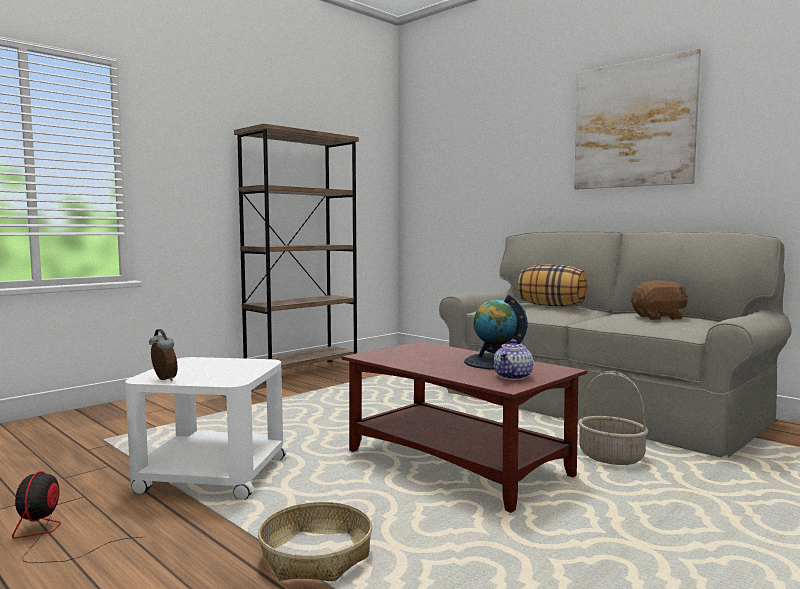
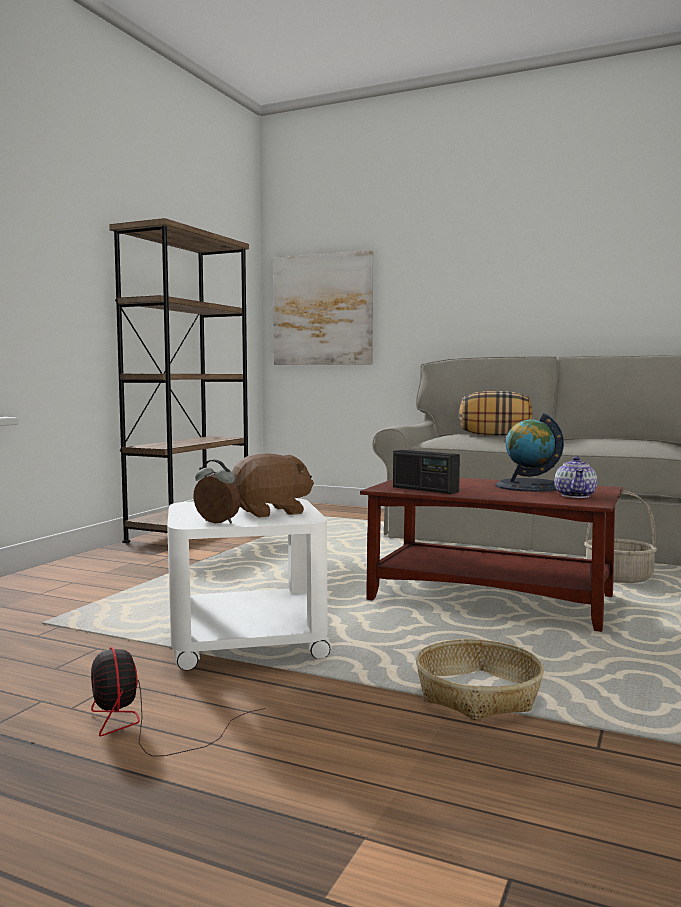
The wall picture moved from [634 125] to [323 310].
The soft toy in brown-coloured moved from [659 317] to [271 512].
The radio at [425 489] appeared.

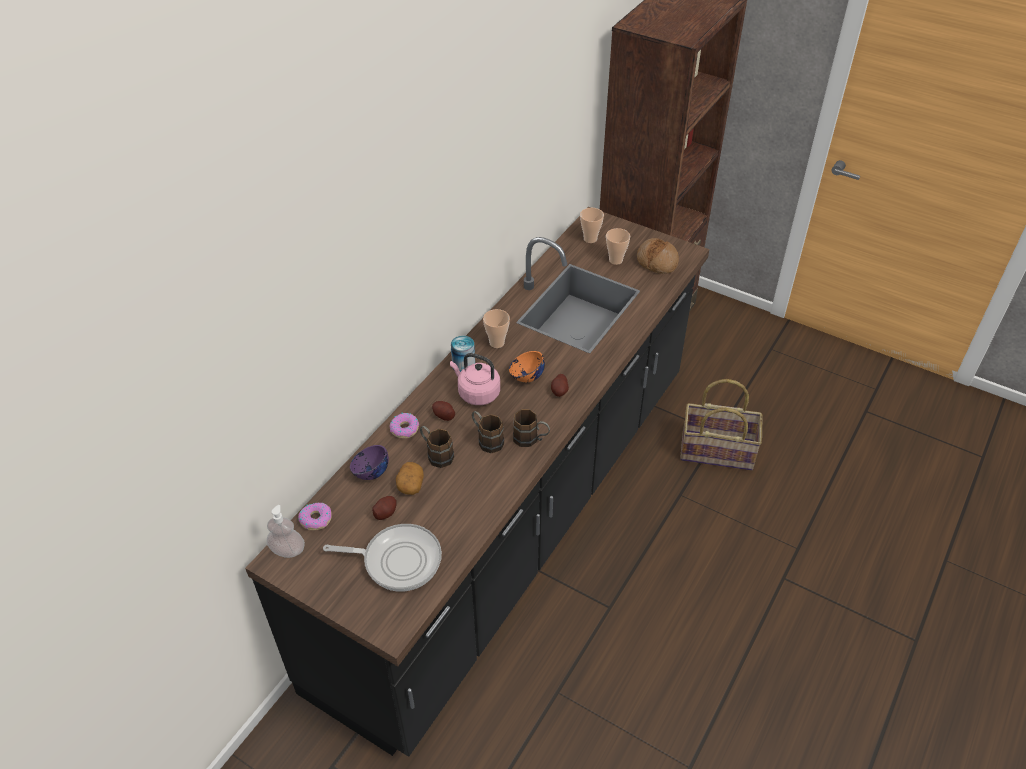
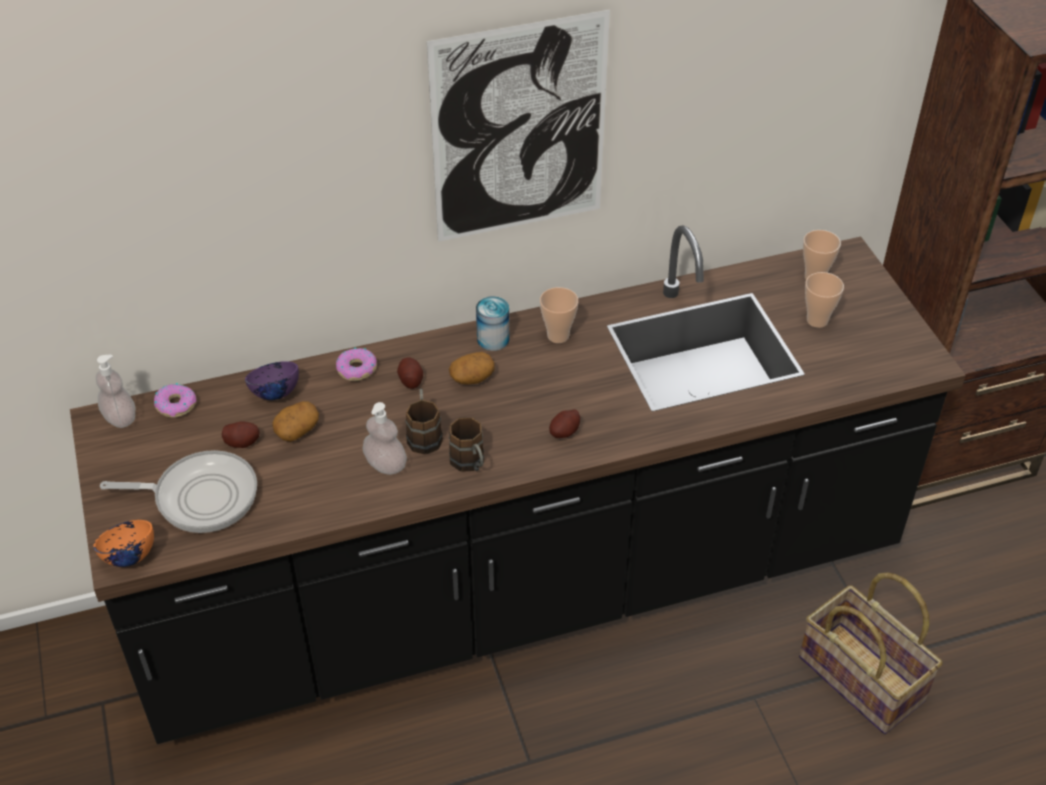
The bread at [657 261] disappeared.
The deep dish in orangey moved from [526 376] to [129 555].
The water kettle in pink at [477 393] was replaced by the potato at [472 378].
The mug in brown-coloured at [436 454] disappeared.
The skillet at [397 560] turned 45 degrees counterclockwise.
The wall picture at [519 130] appeared.
The soap dispenser at [385 465] appeared.

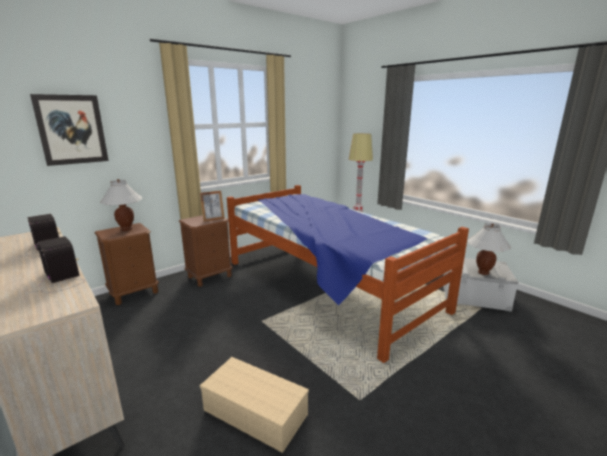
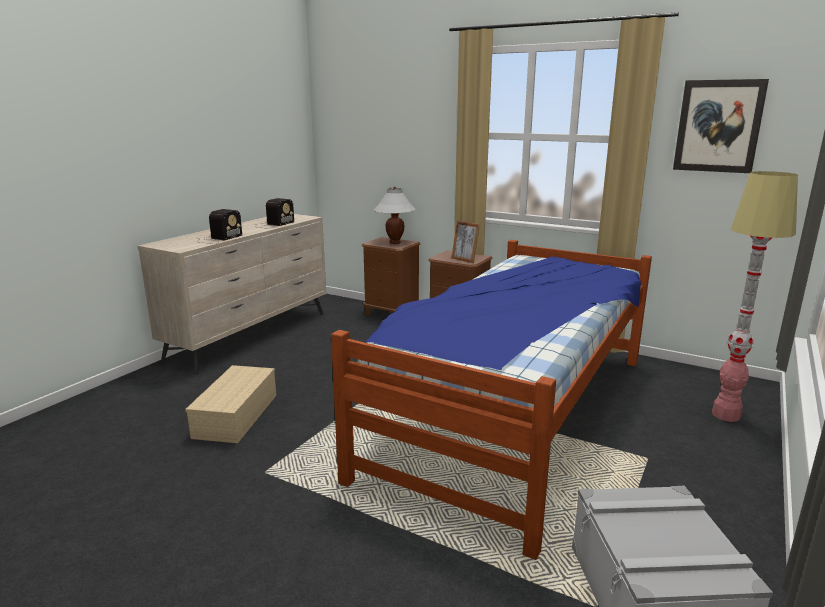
The wall picture moved from [72 129] to [718 126].
The table lamp in white-coloured at [483 272] disappeared.

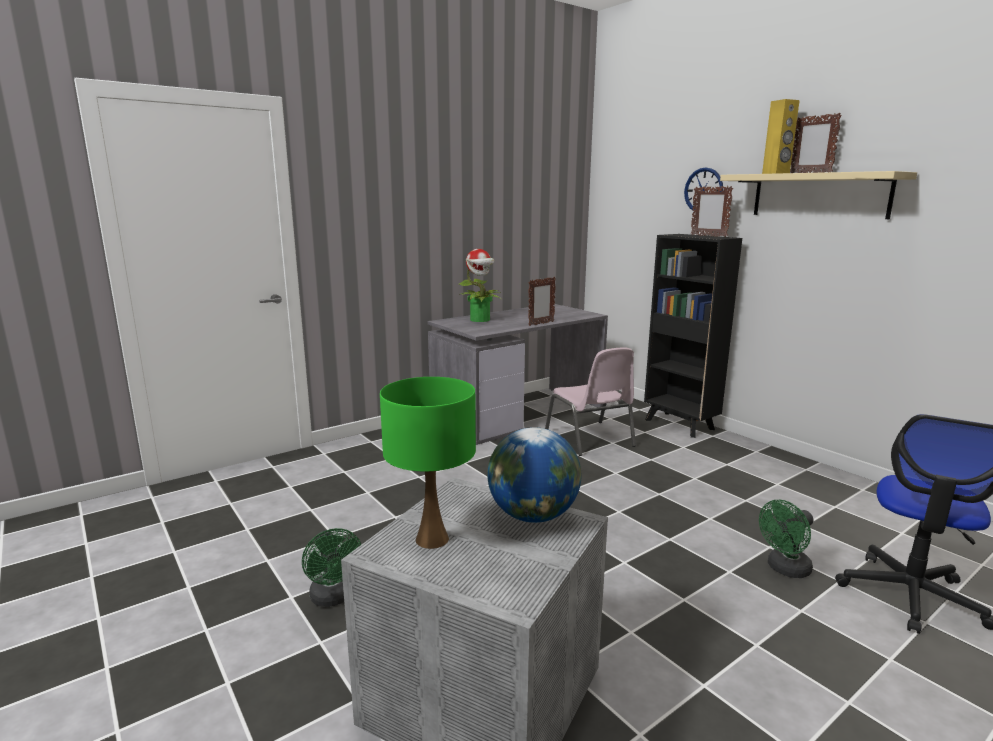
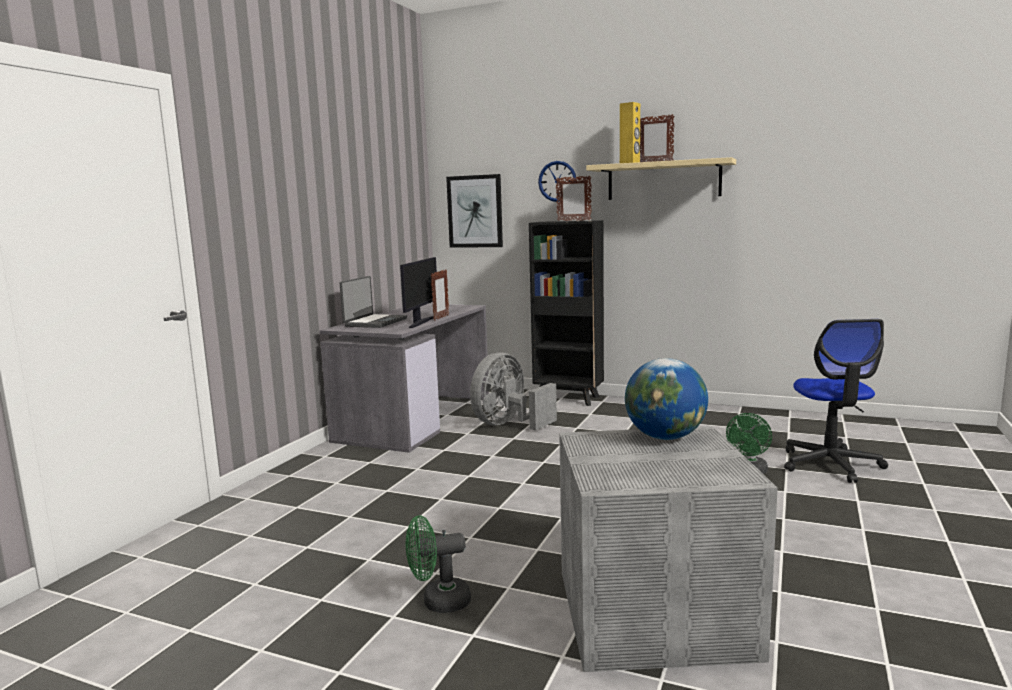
The potted plant at [480 320] was replaced by the portable computer at [374 322].
The upright chair in pink at [590 439] was replaced by the fan in gray at [508 424].
The table lamp in greenish at [432 539] disappeared.
The fan in greenish at [334 598] turned 135 degrees clockwise.
The wall picture at [475 211] appeared.
The computer screen at [420 322] appeared.

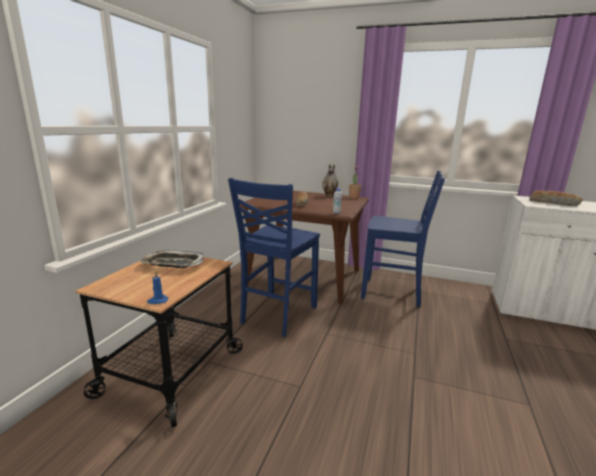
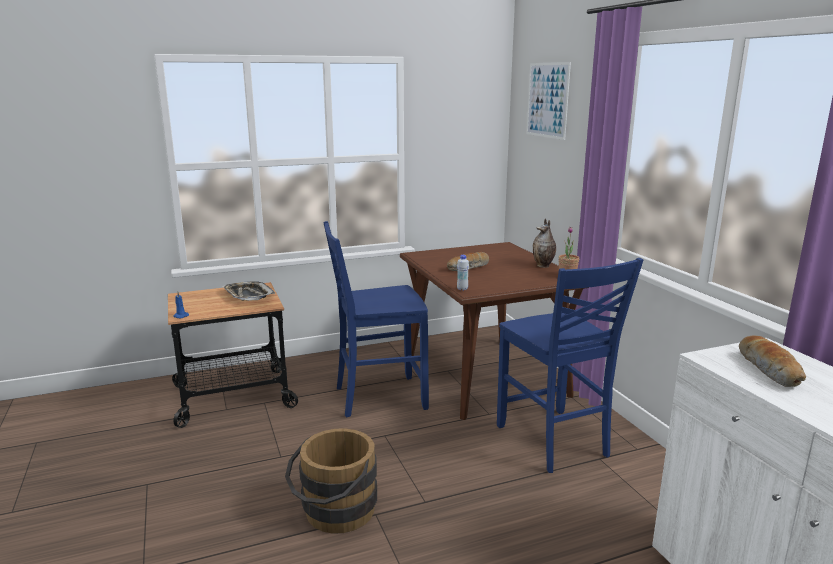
The wall picture at [547 100] appeared.
The pail in brown-coloured at [334 514] appeared.

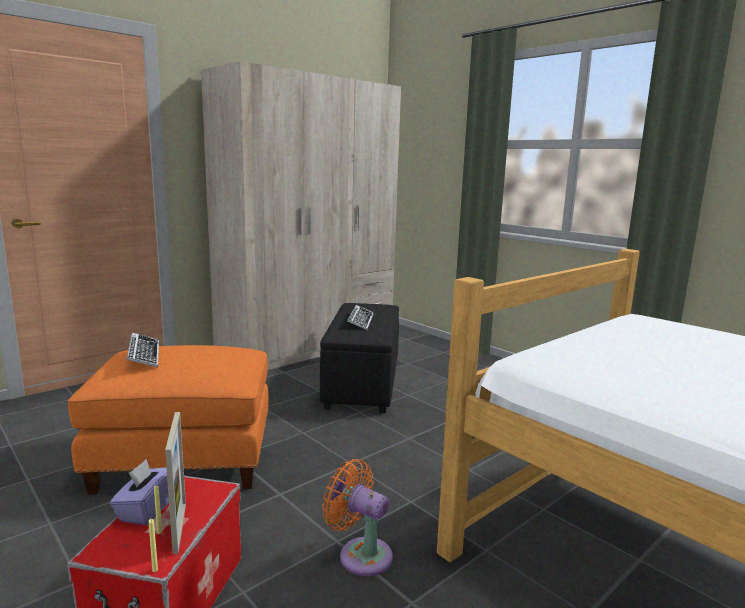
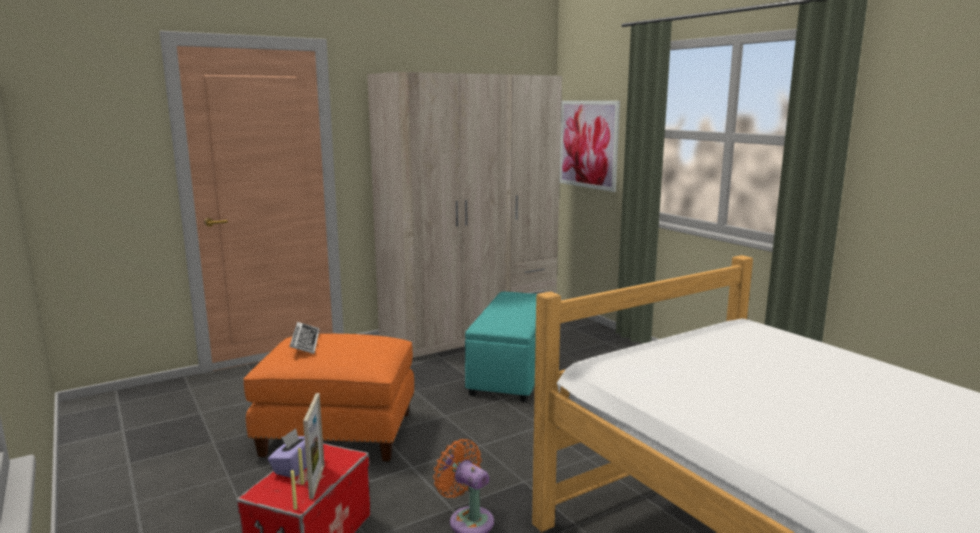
The ottoman in blackish at [362 382] became the ottoman in turquoise at [513 370].
The PC keyboard at [360 321] disappeared.
The wall picture at [588 144] appeared.

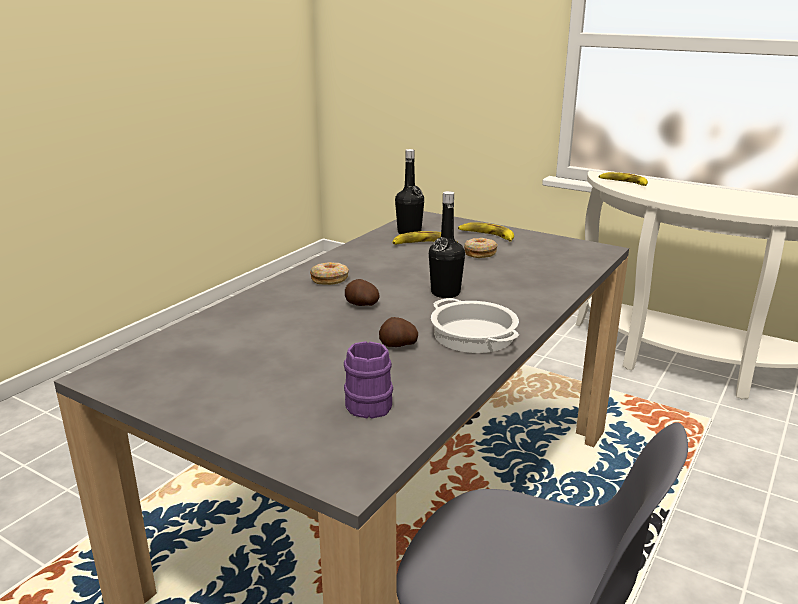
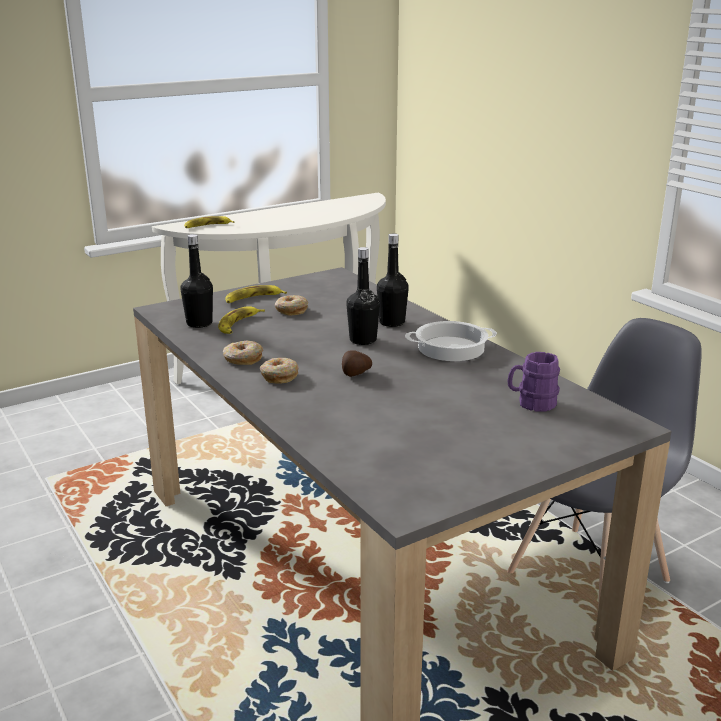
The potato at [398 345] disappeared.
The bottle in blackish at [392 322] appeared.
The donut at [243 359] appeared.

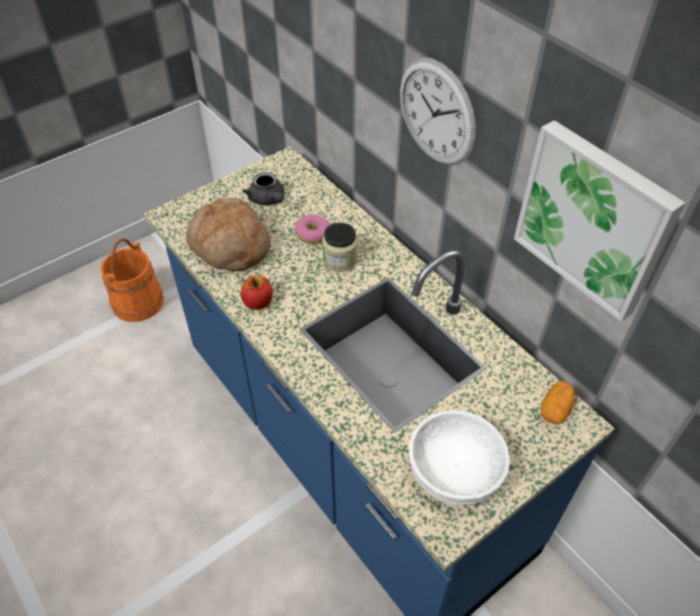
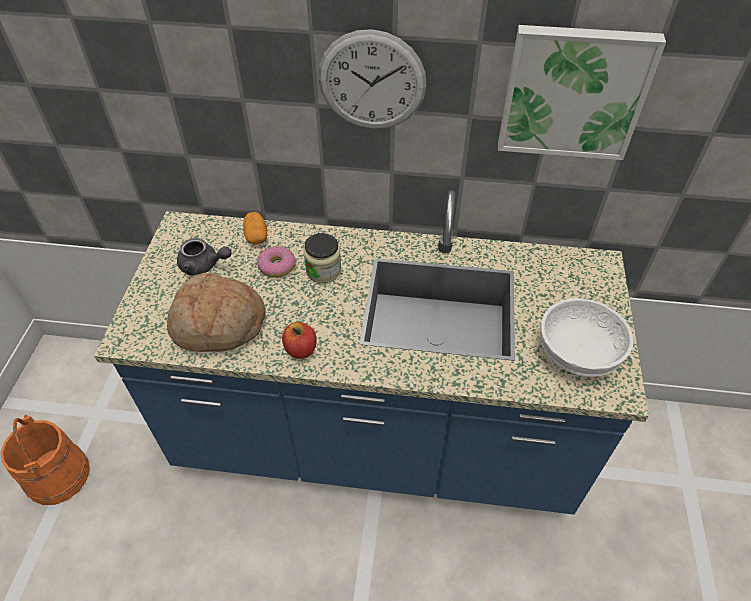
The potato moved from [555 409] to [256 236].

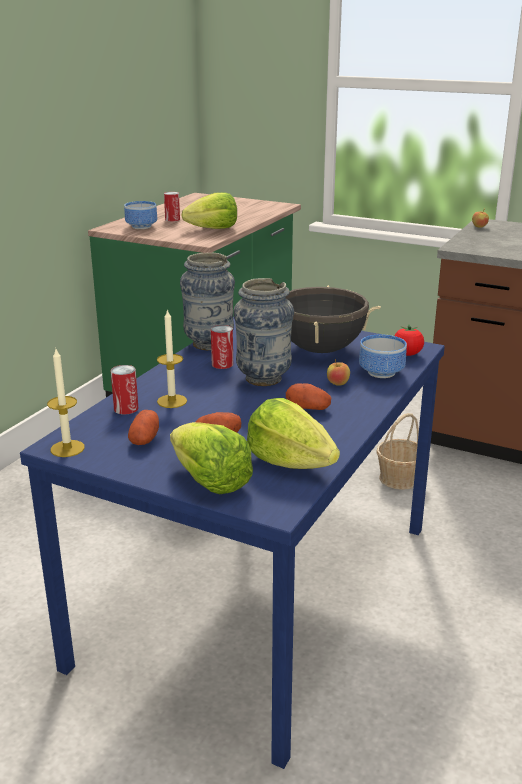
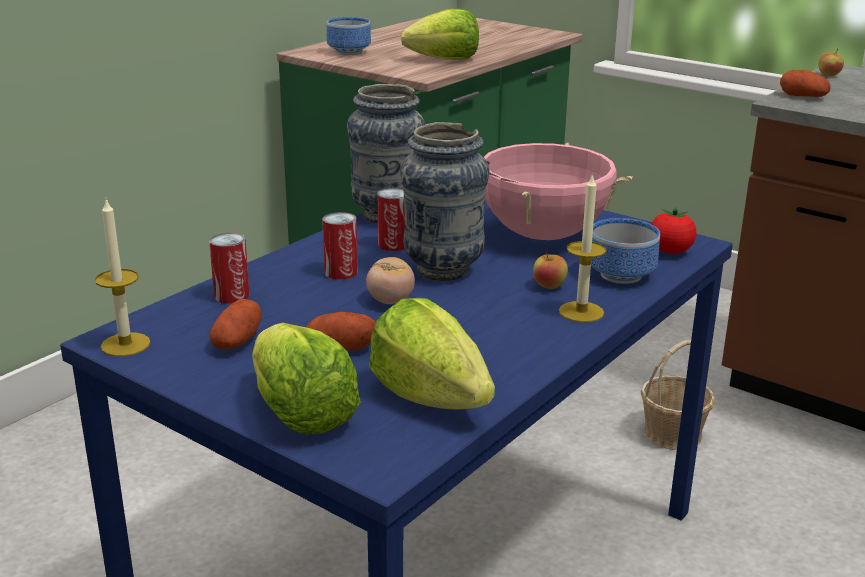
The metal can moved from [172 219] to [341 272].
The stockpot in blackish at [320 349] became the stockpot in pink at [543 235].
The candle moved from [172 401] to [581 312].
The potato moved from [308 408] to [803 96].
The whole tomato at [390 301] appeared.

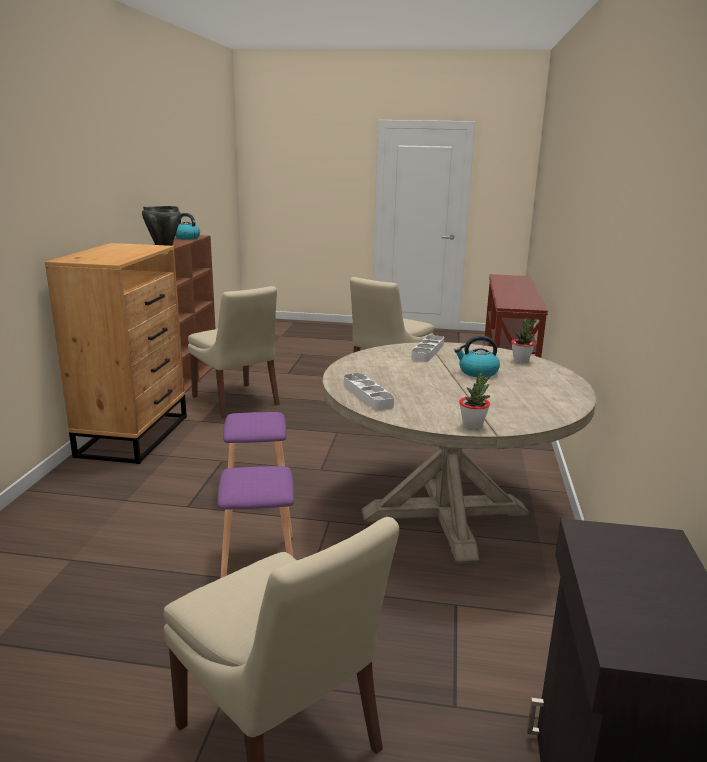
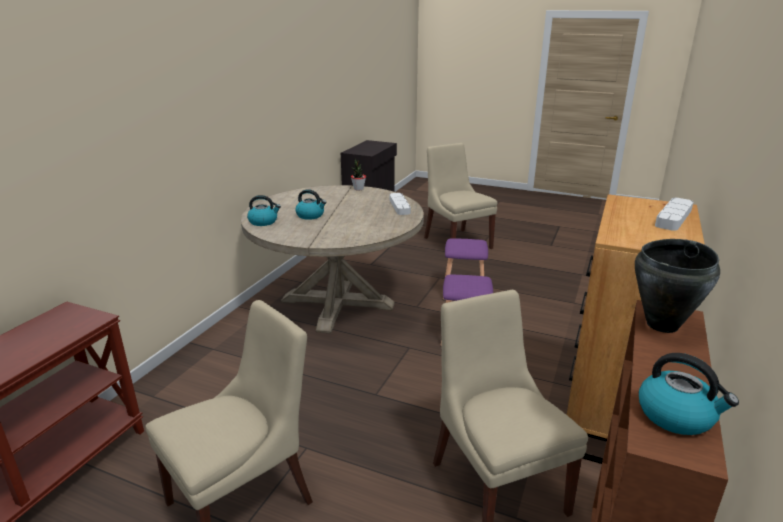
The potted plant at [521 361] was replaced by the water kettle at [263 222].
The serving tray in gray moved from [427 351] to [673 217].

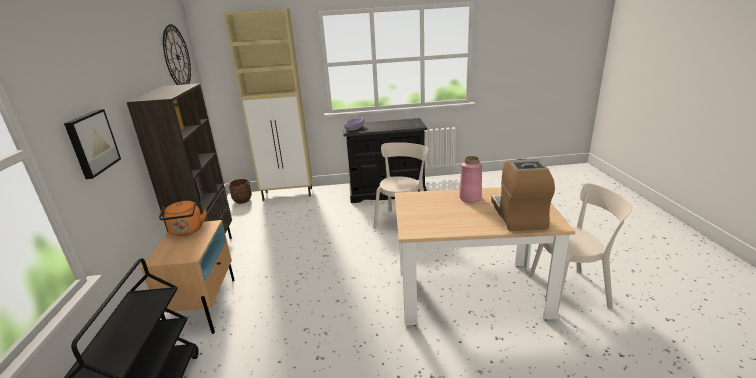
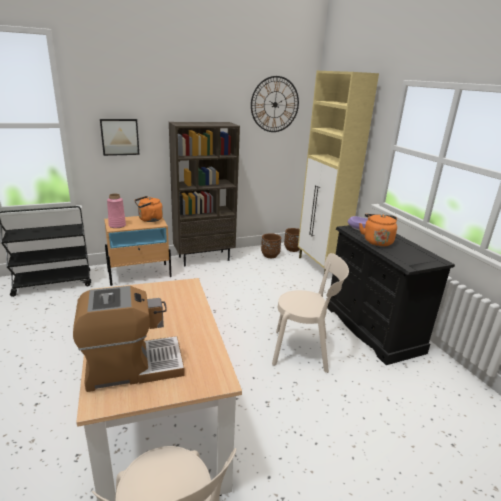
The decorative vase in pink moved from [470 198] to [117 225].
The water kettle in orangey at [376 241] appeared.
The flower pot in brown-coloured at [270 255] appeared.

